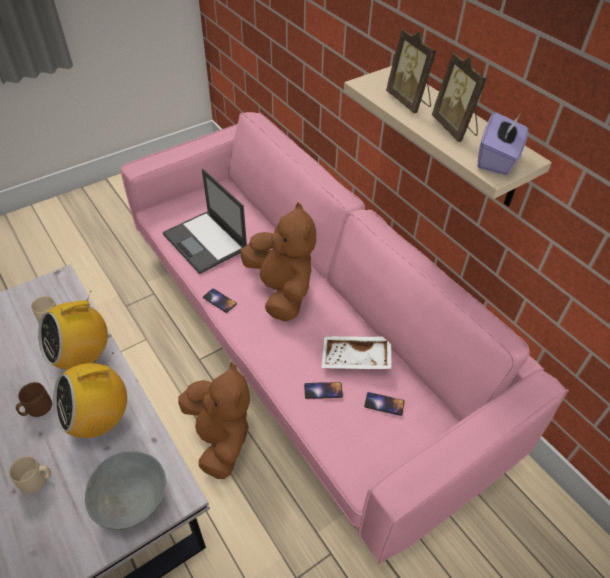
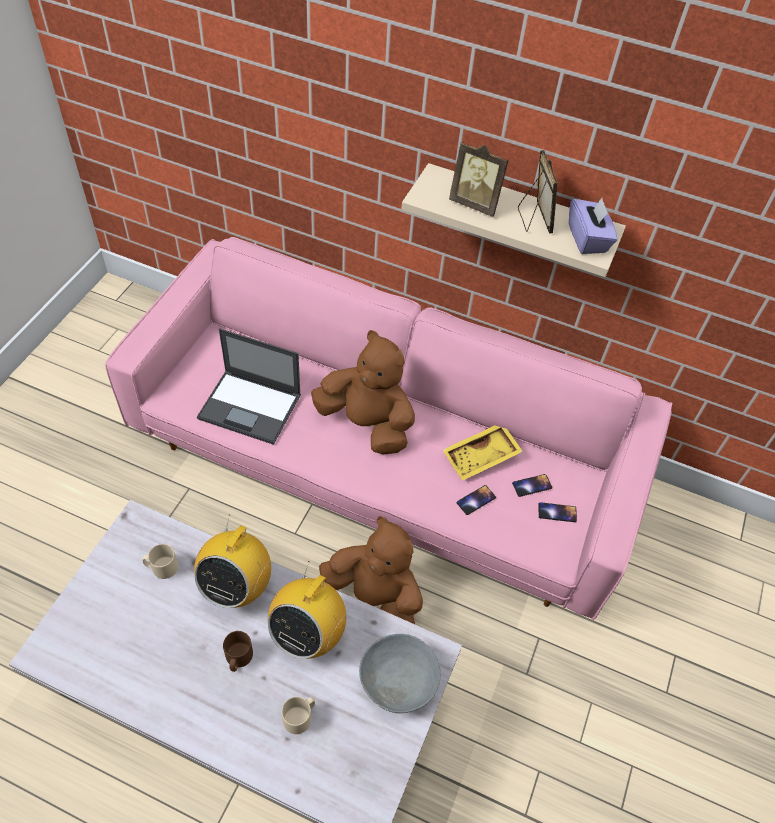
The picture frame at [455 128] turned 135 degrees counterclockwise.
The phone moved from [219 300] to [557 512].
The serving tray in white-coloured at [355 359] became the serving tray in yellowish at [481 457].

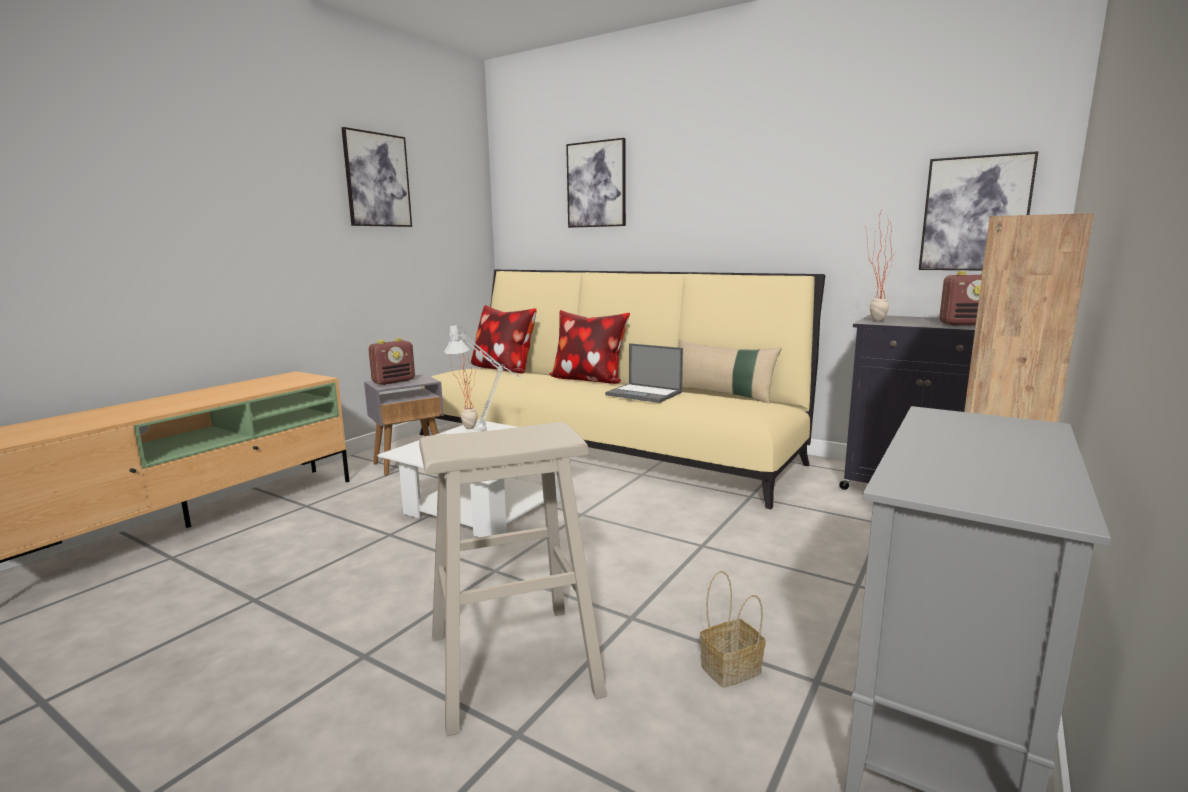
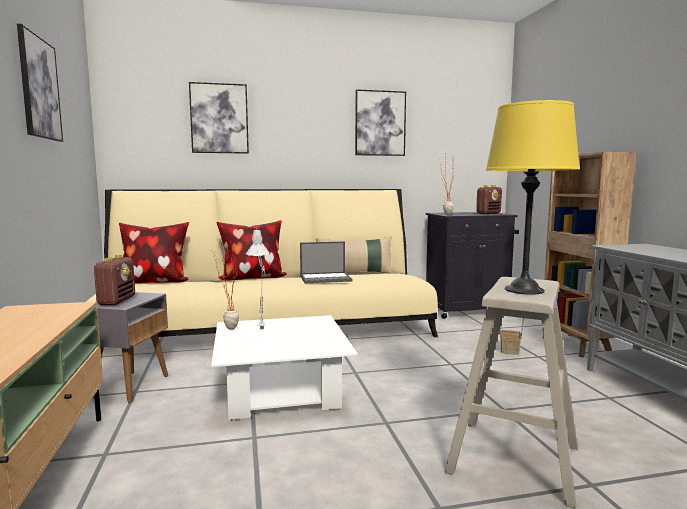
The wall picture moved from [975 214] to [380 123].
The storage basket moved from [730 670] to [510 350].
The table lamp in yellowish at [524 290] appeared.

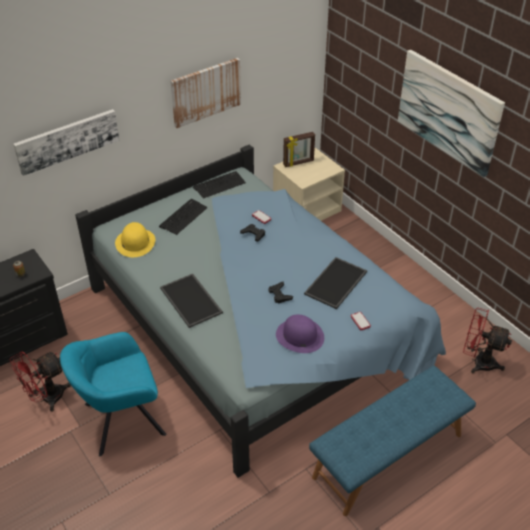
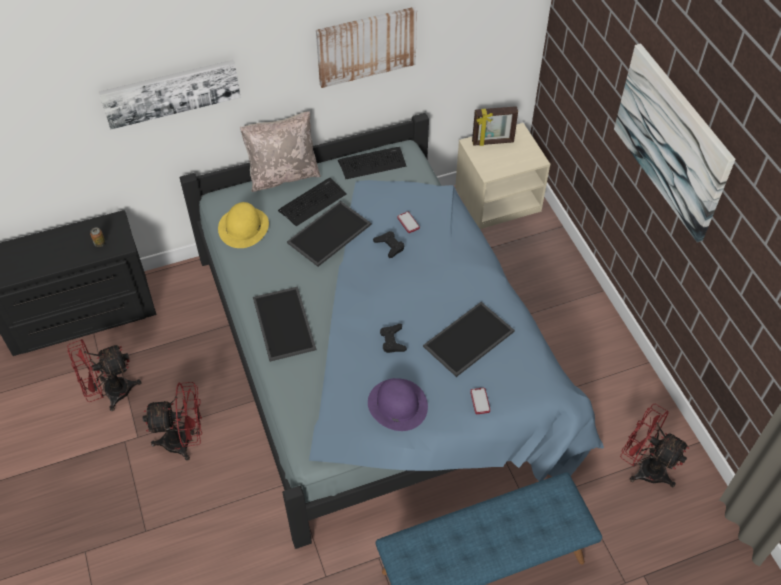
The lounge chair in turquoise at [120 420] was replaced by the fan in red-coloured at [184 441].
The throw pillow in beige-coloured at [283 175] appeared.
The serving tray at [329 235] appeared.

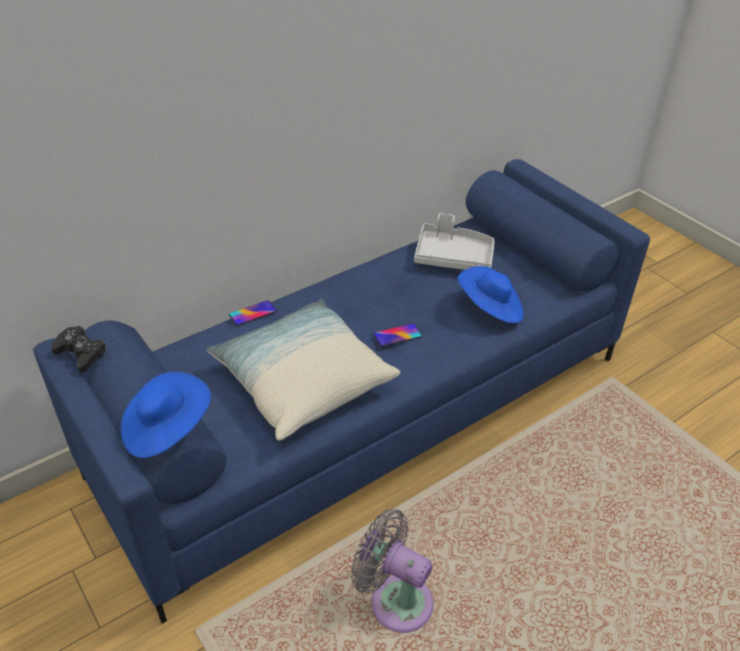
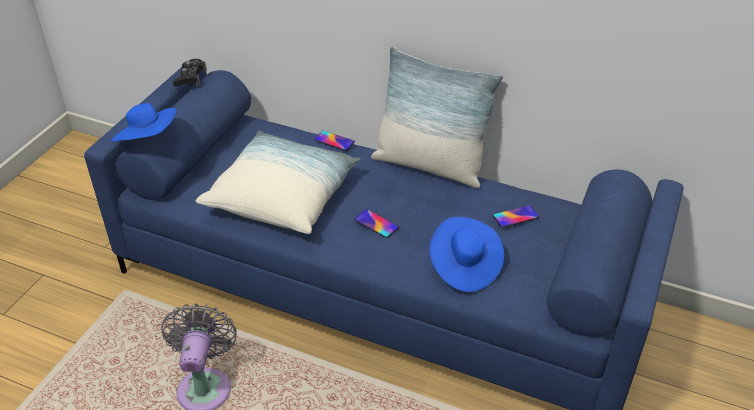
The serving tray in gray at [453 257] was replaced by the phone at [515 216].
The throw pillow at [429 165] appeared.

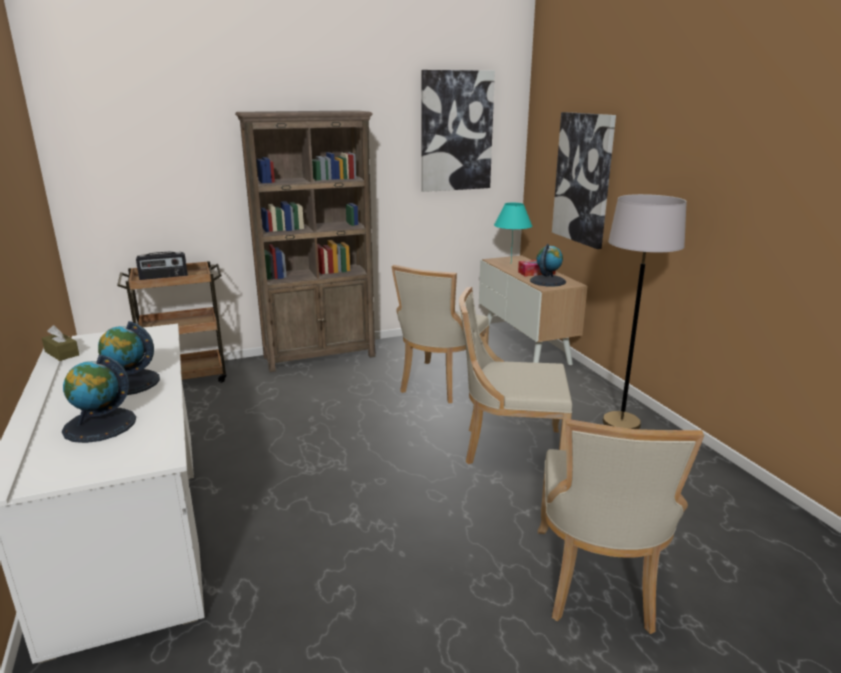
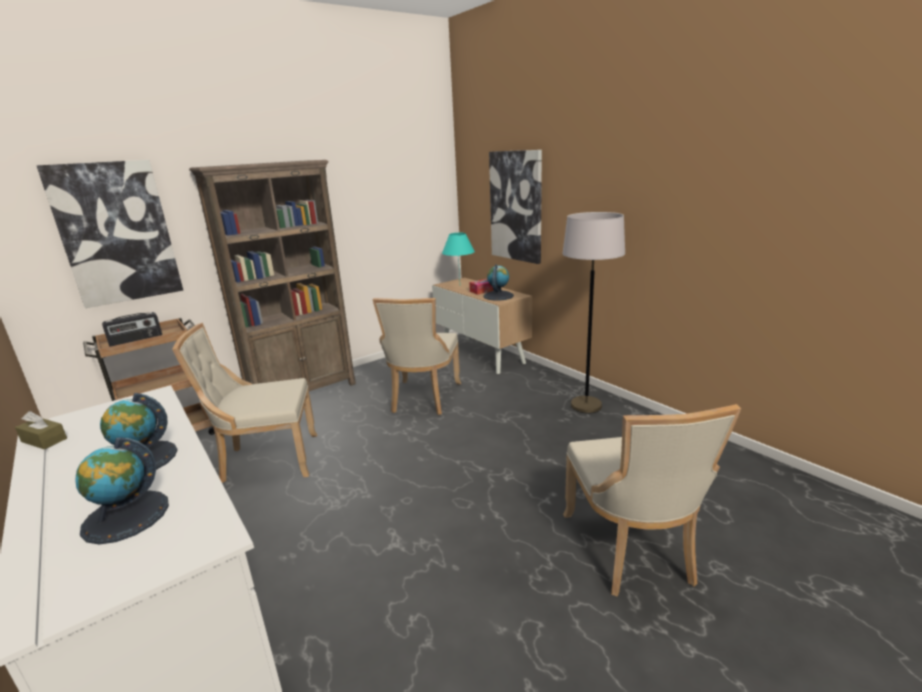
The wall picture moved from [456 131] to [116 233].
The upright chair in beige-coloured moved from [509 448] to [266 460].

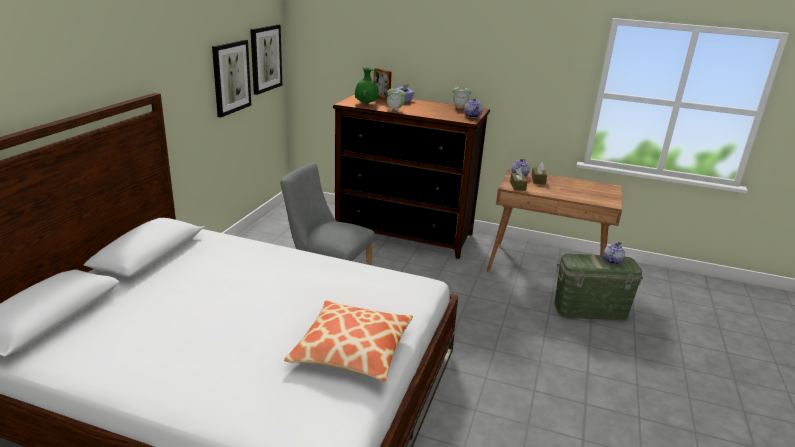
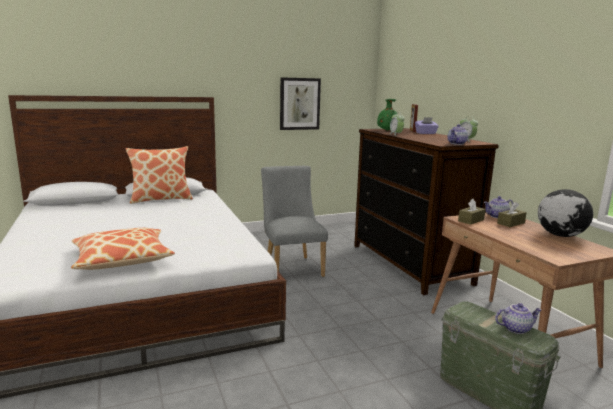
The wall picture at [265 58] disappeared.
The throw pillow at [161 199] appeared.
The world globe at [560 235] appeared.

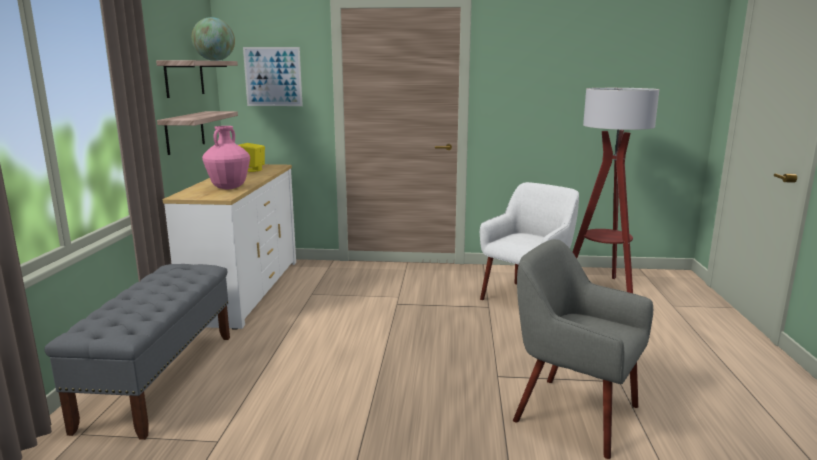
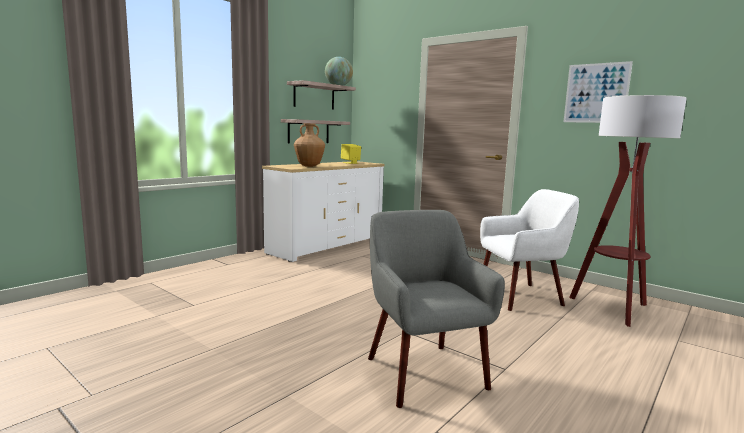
The wall picture moved from [273 76] to [596 93].
The decorative vase in pink at [229 188] became the decorative vase in brown-coloured at [309 166].
The indoor bench in gray at [160 379] disappeared.

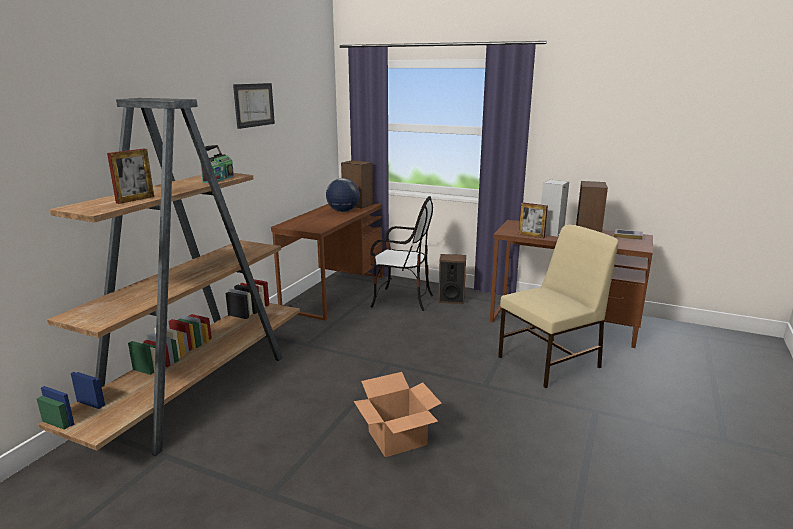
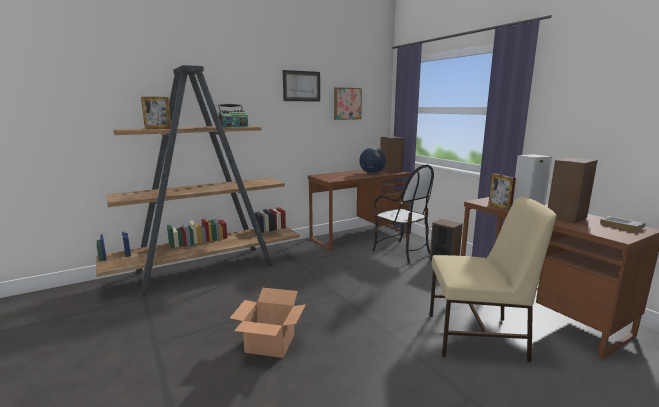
The wall picture at [347 103] appeared.

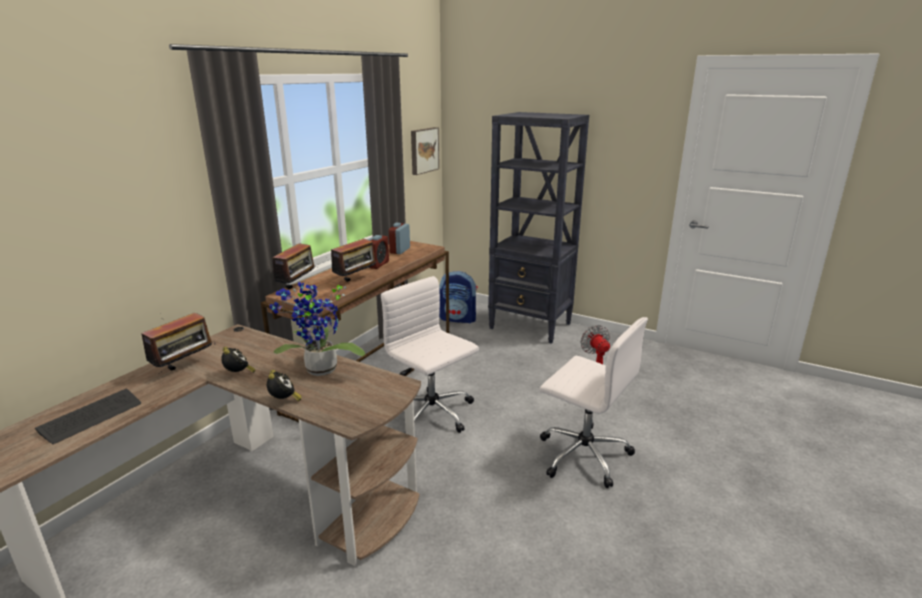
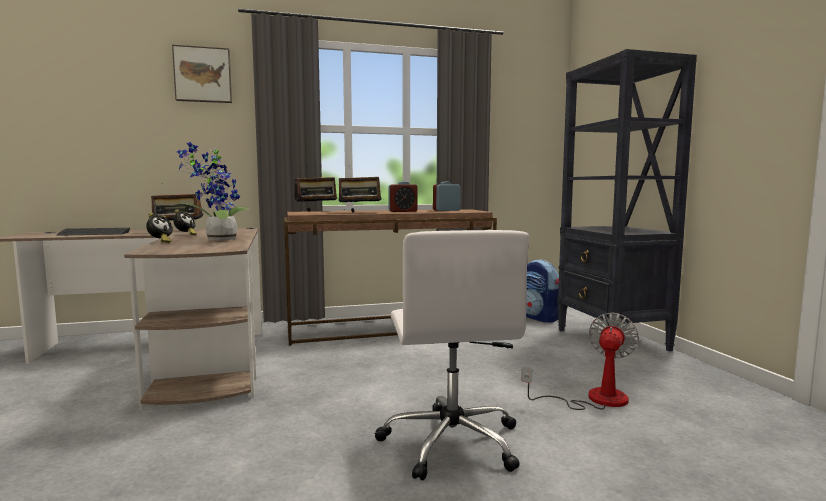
The wall picture moved from [423 150] to [203 75].
The desk chair in white-coloured at [433 414] disappeared.

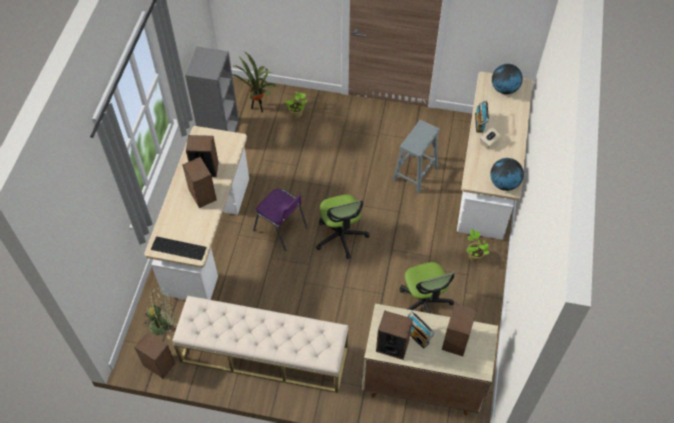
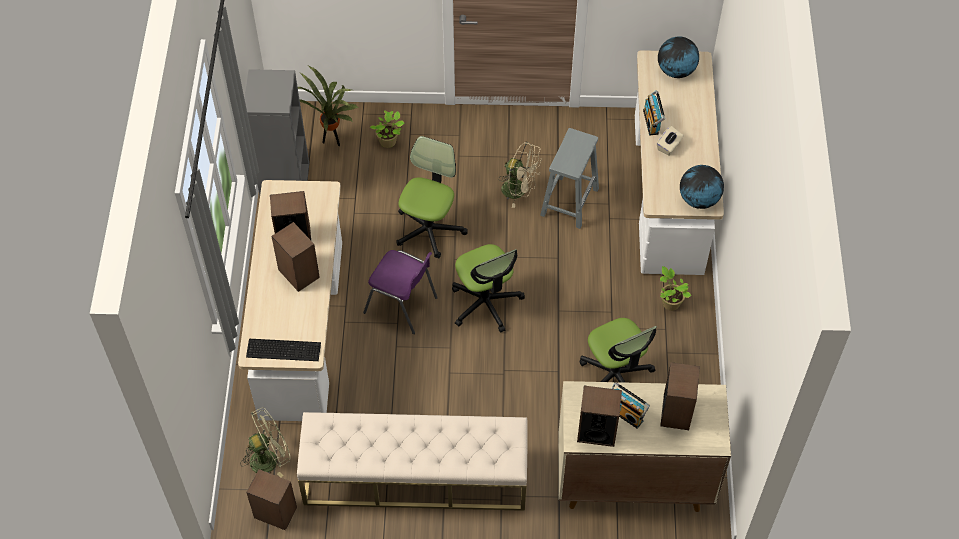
The desk chair at [429 229] appeared.
The fan in beige-coloured at [519 190] appeared.

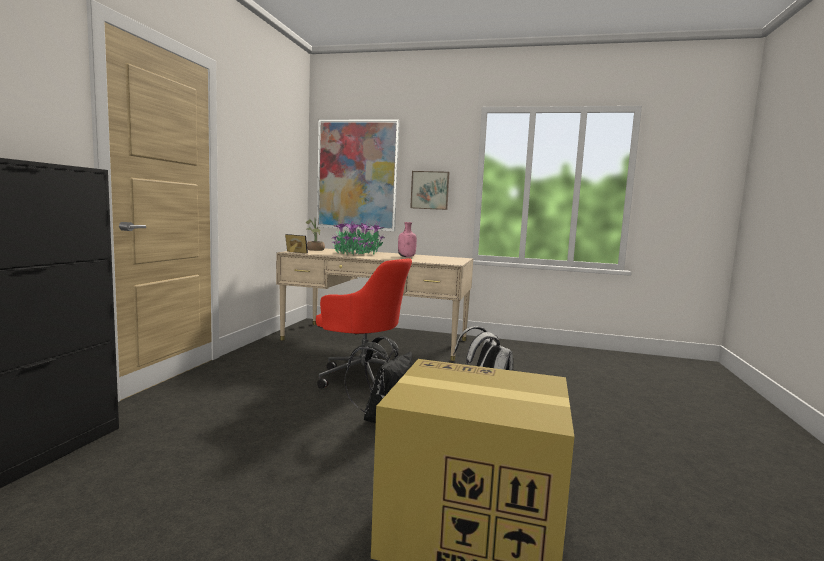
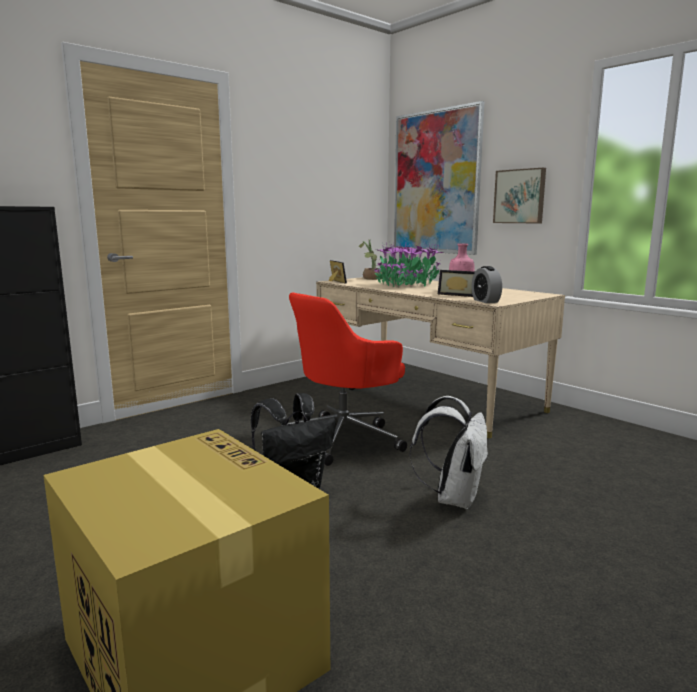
The desk chair in red-coloured at [363 377] turned 75 degrees clockwise.
The table clock at [485 301] appeared.
The picture frame at [457 295] appeared.

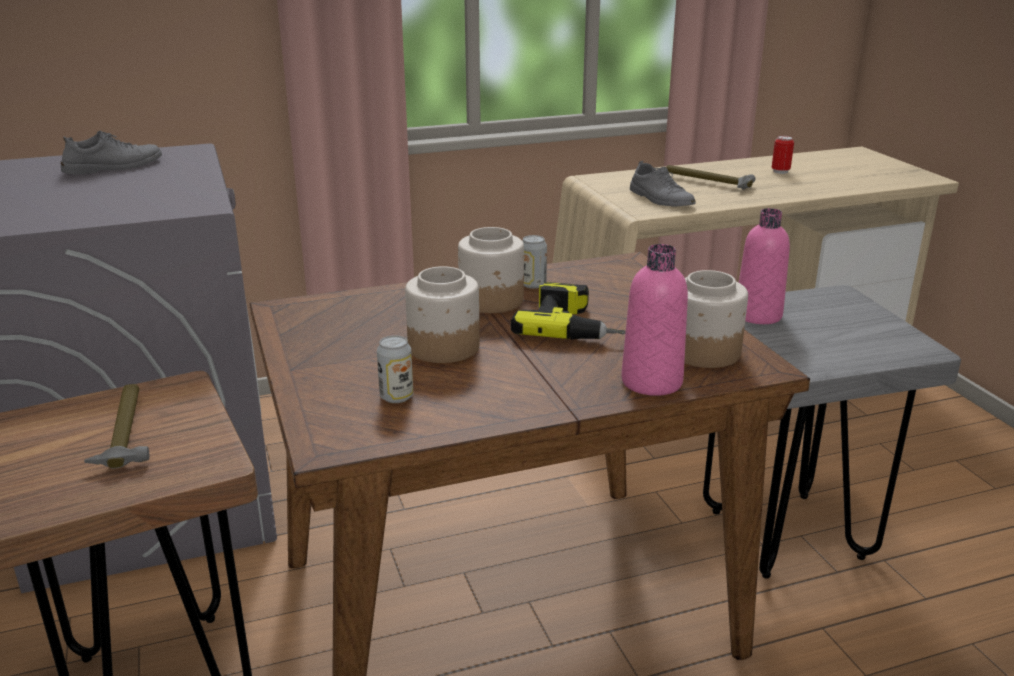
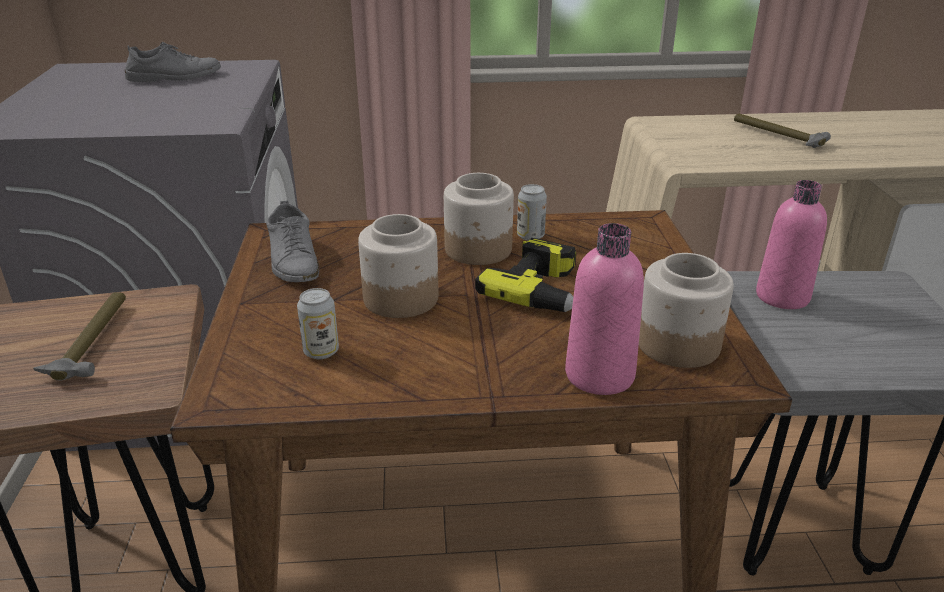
The metal can at [780 171] disappeared.
The low shoe in gray moved from [660 199] to [294 260].

